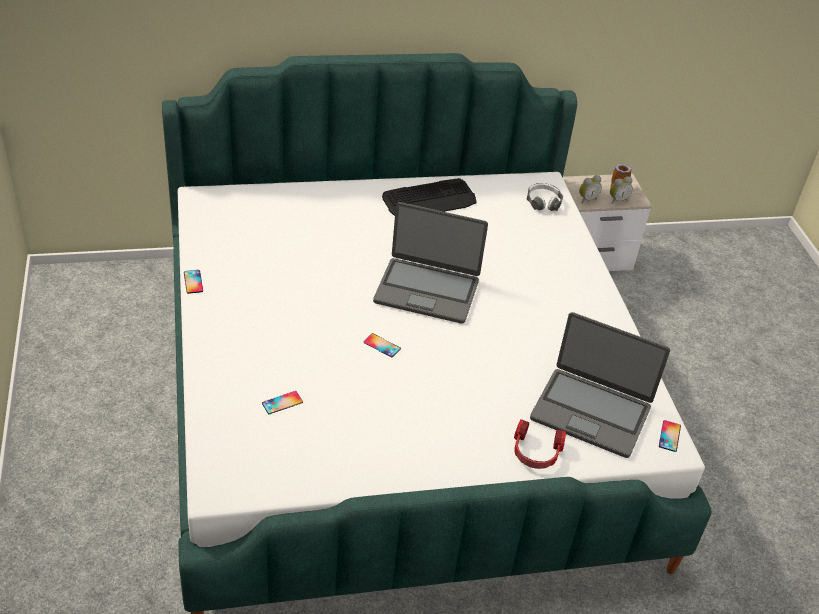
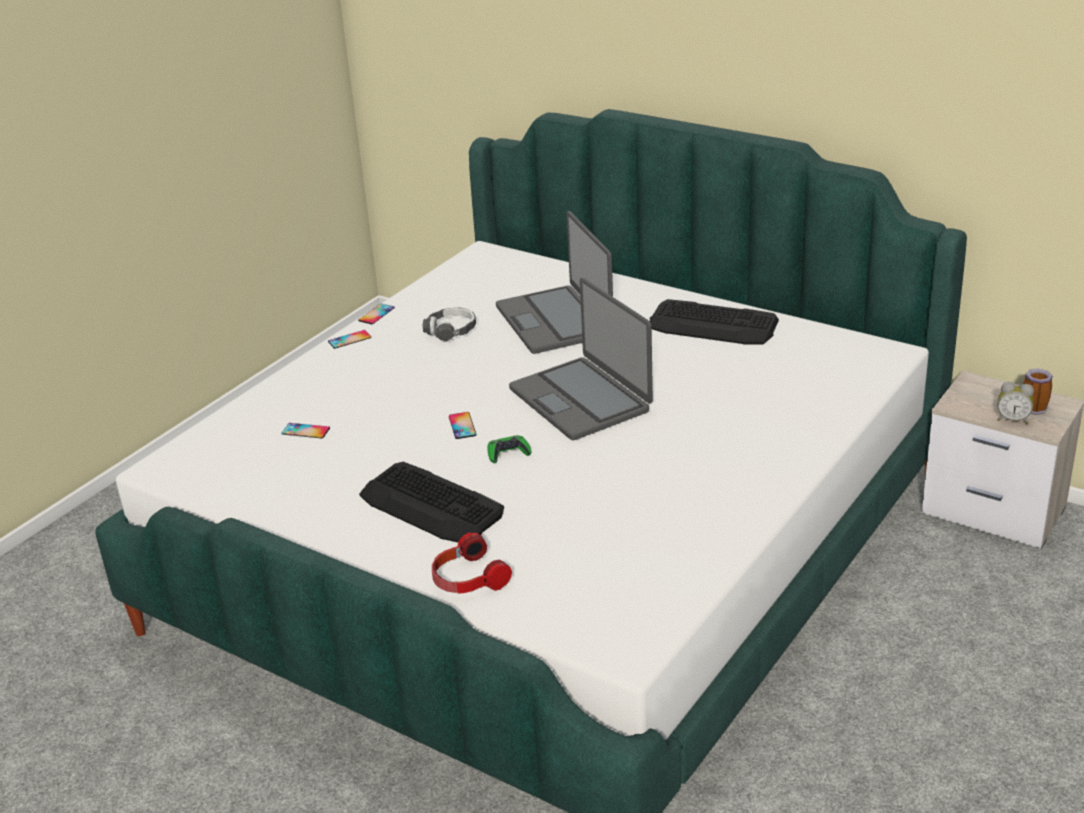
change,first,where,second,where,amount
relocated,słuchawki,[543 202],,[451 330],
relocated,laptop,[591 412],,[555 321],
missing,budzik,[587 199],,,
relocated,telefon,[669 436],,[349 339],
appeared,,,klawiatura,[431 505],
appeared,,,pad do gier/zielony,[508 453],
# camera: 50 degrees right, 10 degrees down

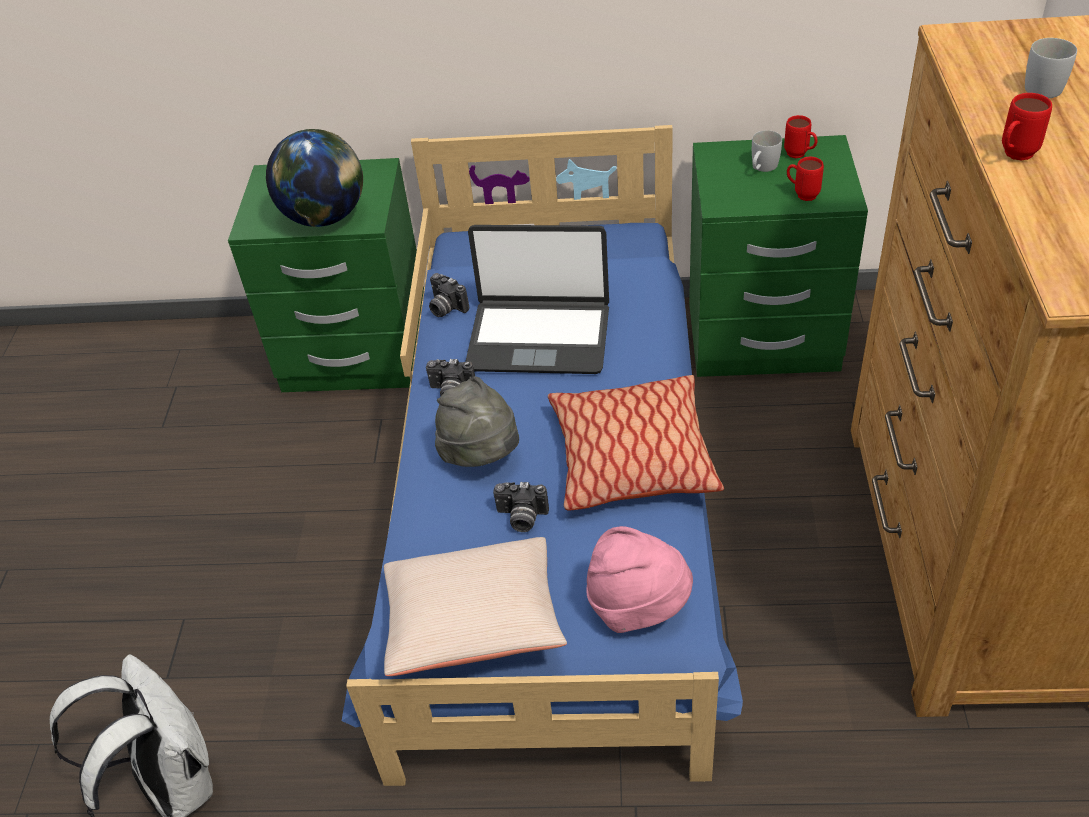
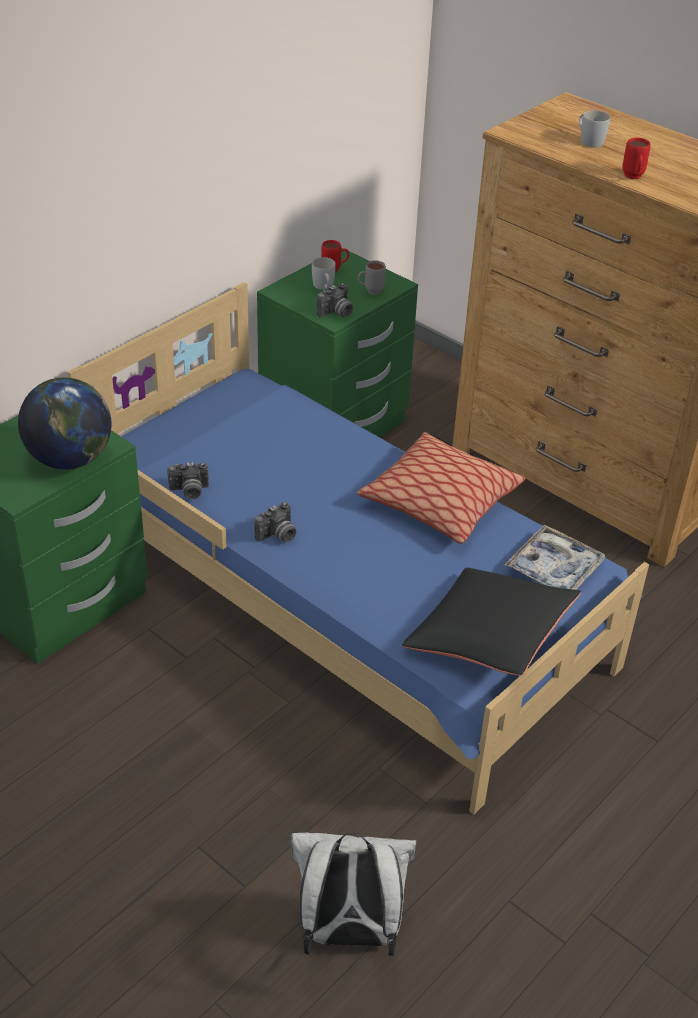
change,first,where,second,where,amount
colour,poduszka/beżowy,[474 622],poduszka/czarny,[489 638],
missing,kapelusz/szary,[482 455],,,
missing,laptop,[539 337],,,
relocated,aparat fotograficzny,[521 518],,[336 313],
exchanged,kapelusz/różowy,[638 606],taca,[554 568],
colour,kubek/czerwony,[802 194],kubek/szary,[370 292],
# camera: 55 degrees left, 5 degrees down

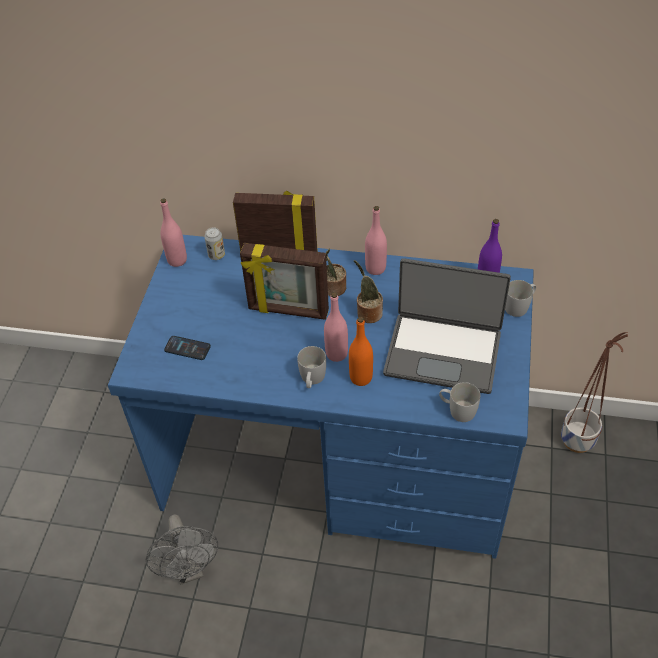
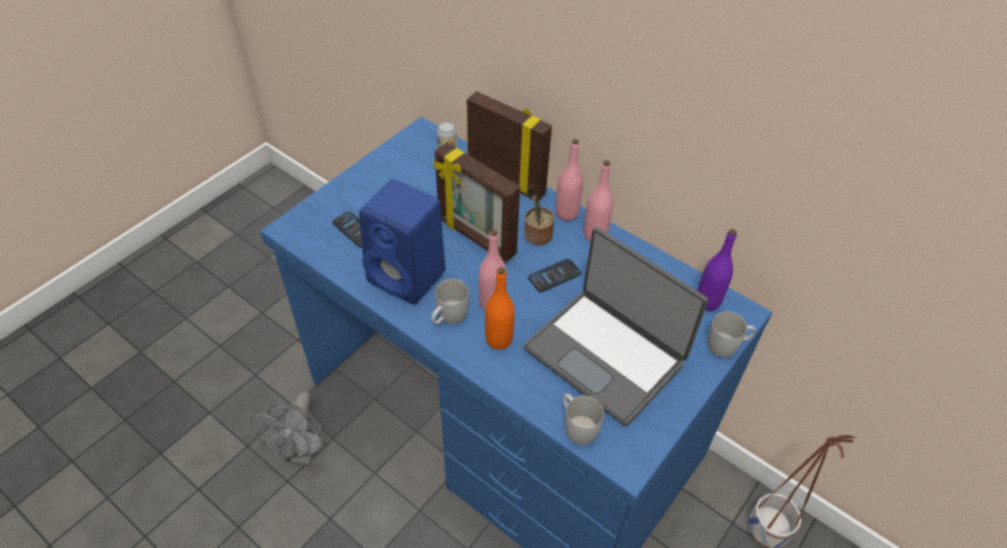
change,first,where,second,where,amount
relocated,butelka/różowy,[177 260],,[566 213],
exchanged,roślina doniczkowa,[368 313],telefon,[554 276],
appeared,,,głośnik/niebieski,[409 277],
# camera: 25 degrees right, 0 degrees up

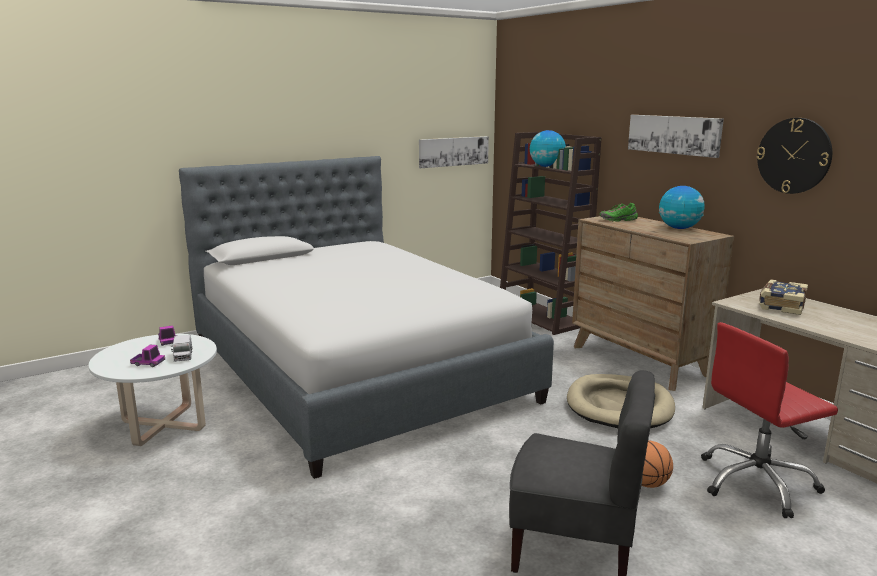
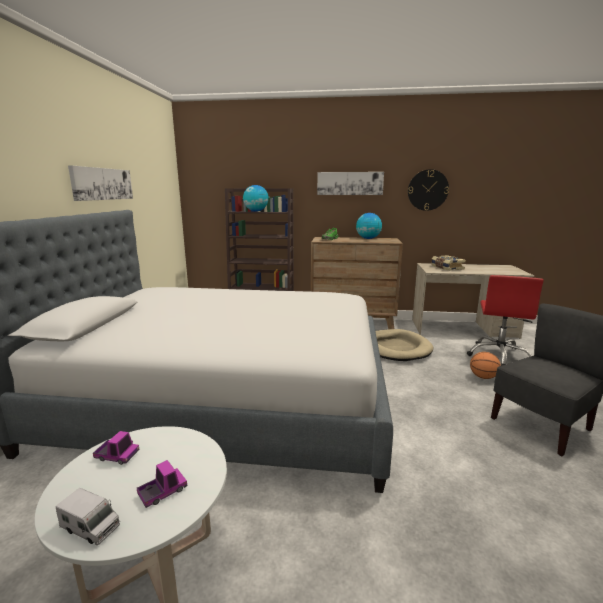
change,first,where,second,where,amount
relocated,ciężarówka zabawkowa,[183 356],,[90 527],
relocated,obraz,[453 151],,[102 184],
# camera: 50 degrees left, 0 degrees up

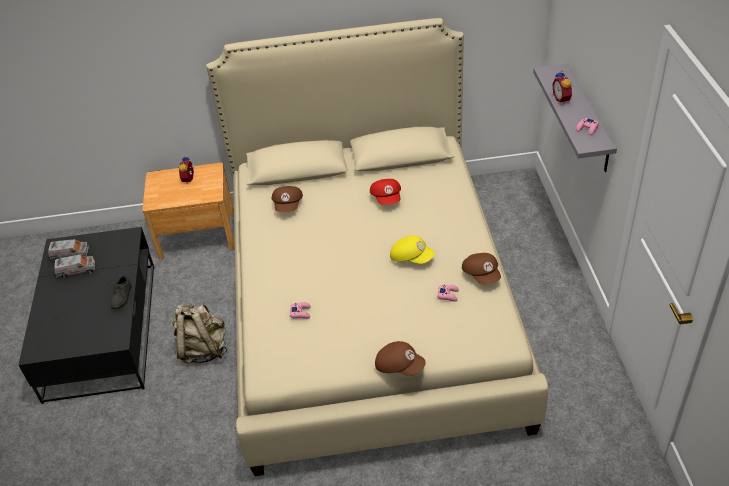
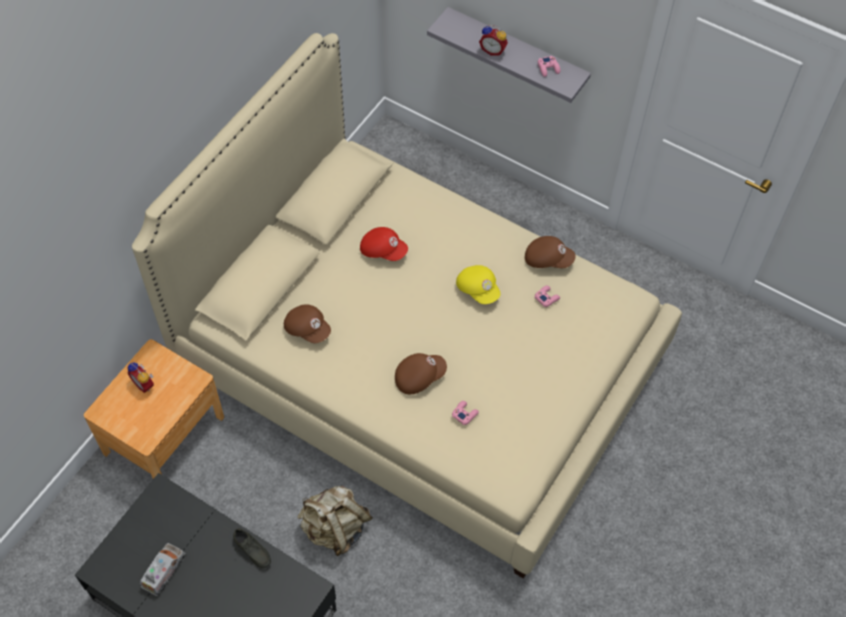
change,first,where,second,where,amount
missing,ciężarówka zabawkowa,[70 254],,,
relocated,czapka z daszkiem/brązowy,[399 366],,[419 377],
spun,czapka z daszkiem/żółty,[411 257],,[478 289],75 degrees clockwise
# camera: 55 degrees left, 15 degrees up

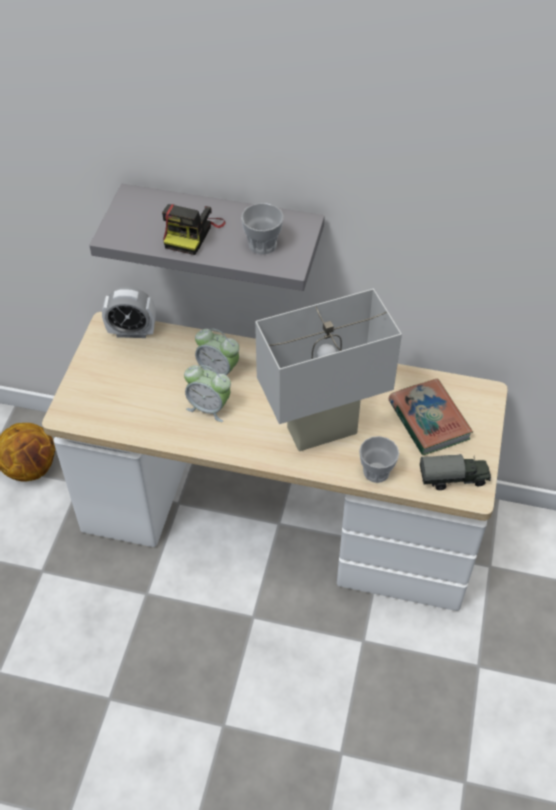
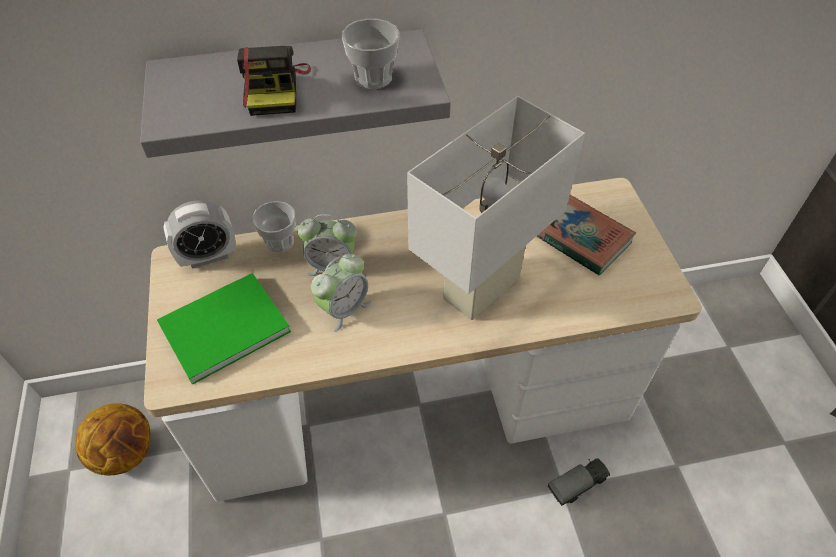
change,first,where,second,where,amount
spun,budzik,[209 407],,[343 309],45 degrees counterclockwise
relocated,filiżanka,[376 472],,[280 242],
relocated,ciężarówka zabawkowa,[454 479],,[578 485],
appeared,,,książka/zielony,[220 327],
# camera: 25 degrees left, 0 degrees up

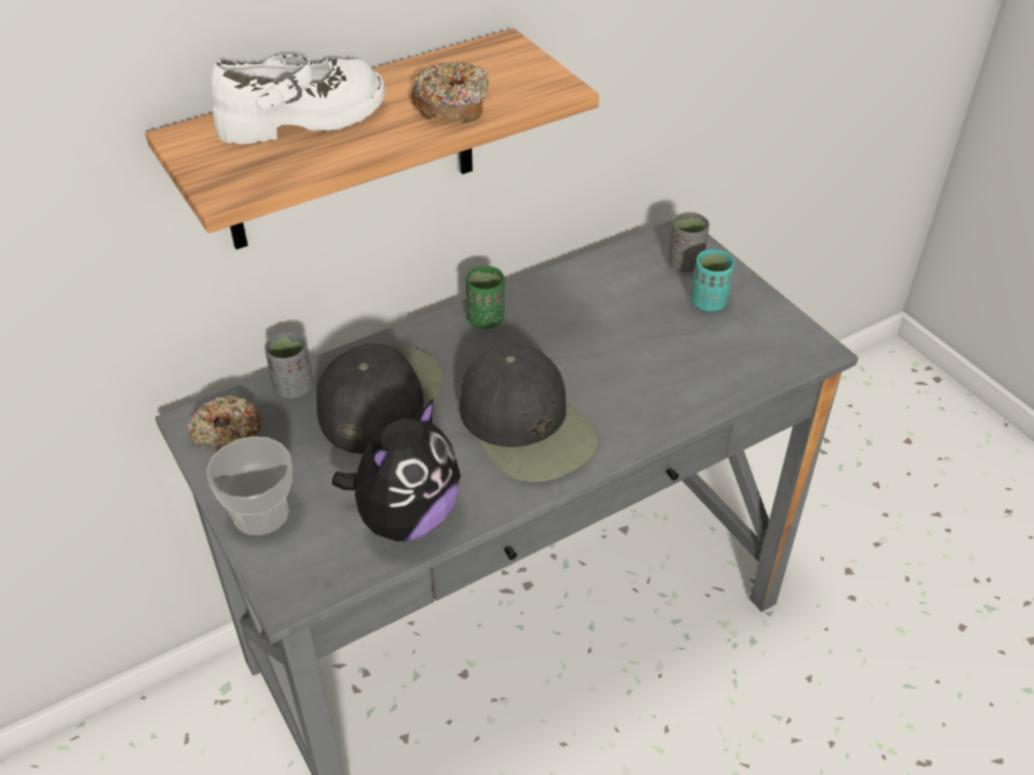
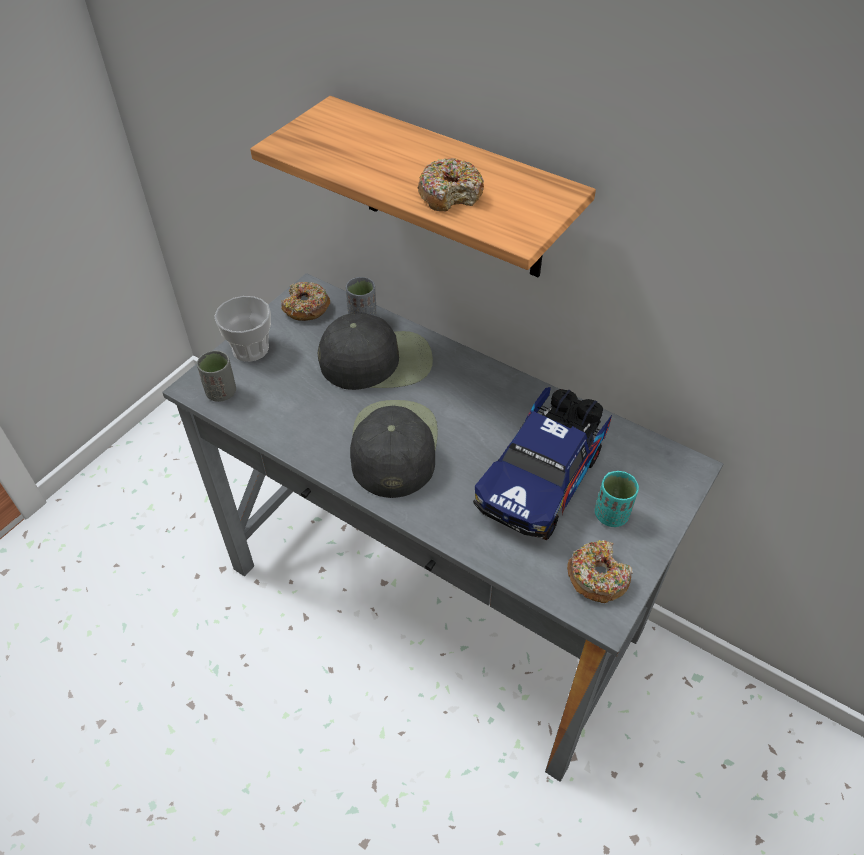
change,first,where,second,where,amount
missing,but/biały,[303 118],,,
missing,pluszak,[406 517],,,
spun,czapka z daszkiem/czarny,[527 427],,[393 447],150 degrees clockwise
missing,filiżanka/zielony,[485 319],,,
relocated,filiżanka/szary,[685 264],,[221 393],
appeared,,,ciężarówka zabawkowa,[543 476],
appeared,,,donut,[597 577],
# camera: 65 degrees right, 5 degrees up

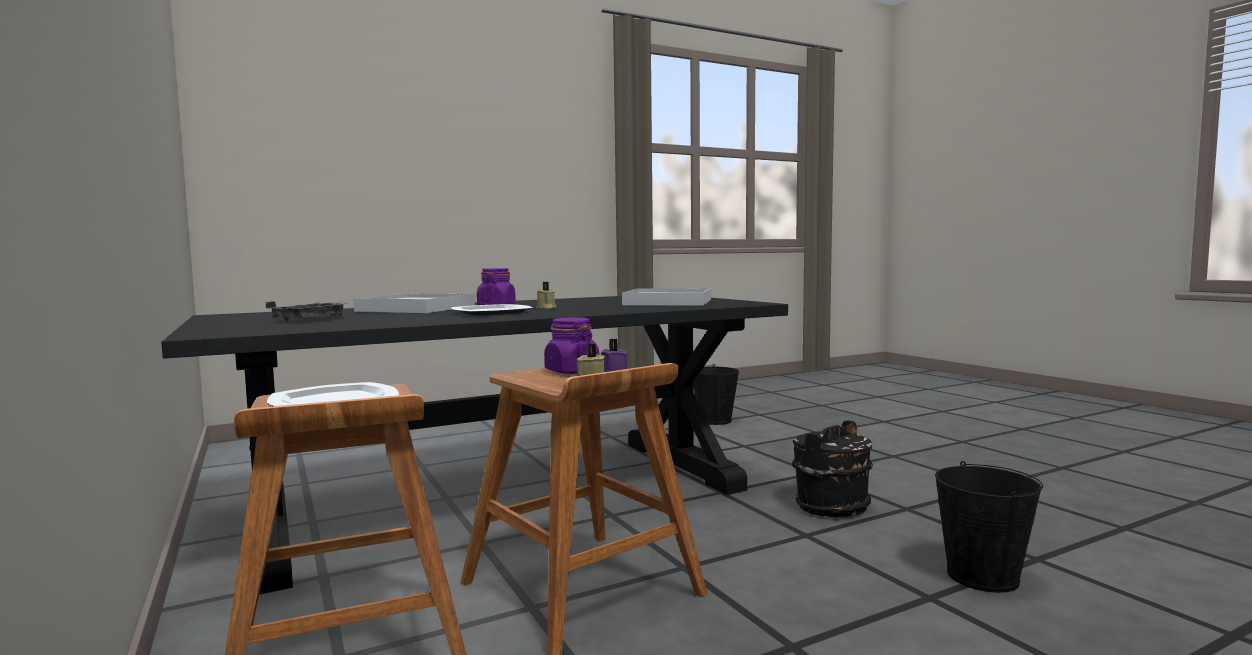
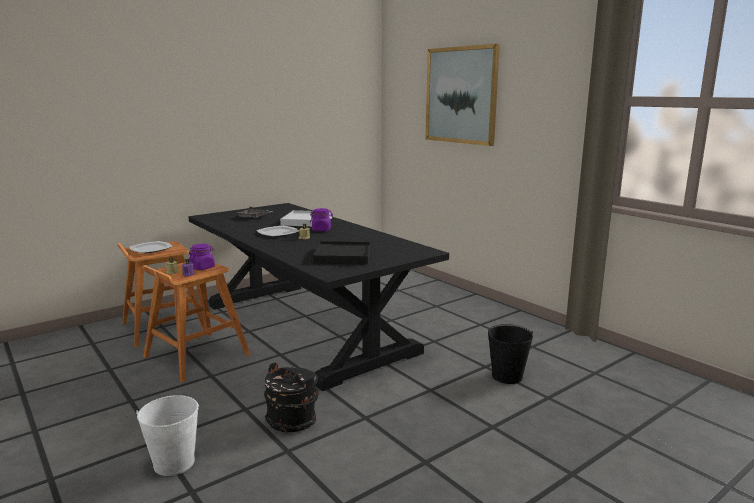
change,first,where,second,where,amount
colour,taca/biały,[668 302],taca/czarny,[343 256],
colour,wiadro/czarny,[982 577],wiadro/biały,[174 463],
appeared,,,obraz,[461 95],
# camera: 80 degrees right, 10 degrees up

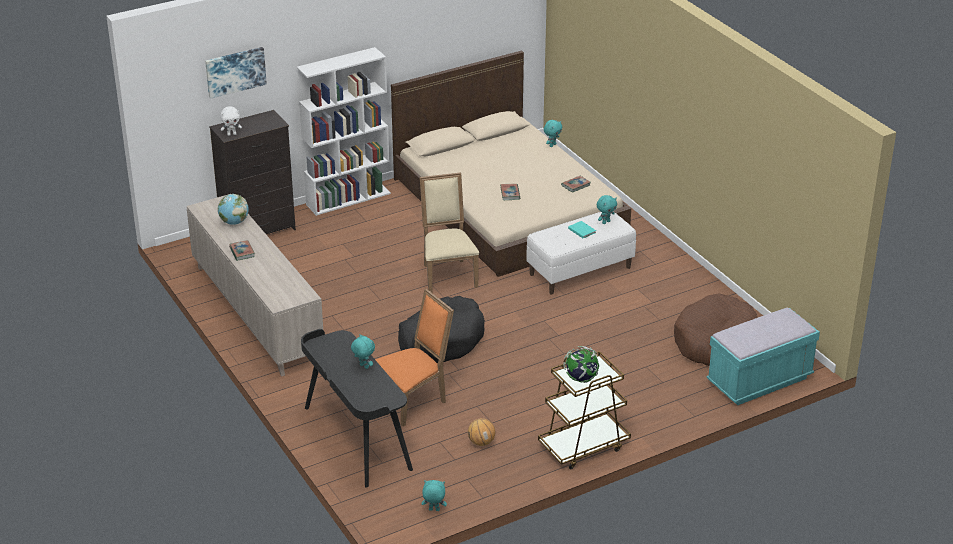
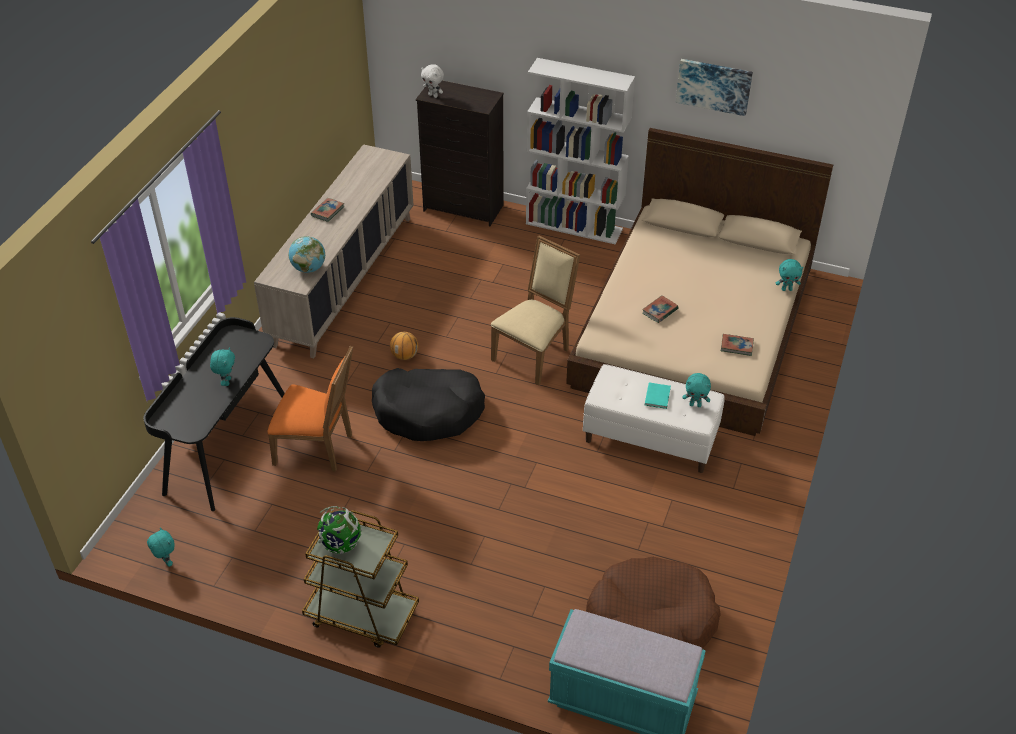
change,first,where,second,where,amount
relocated,obraz,[235 71],,[714 86],
relocated,globus,[234 222],,[309 268],
relocated,piłka do koszykówki,[481 442],,[405 356],
# camera: 50 degrees right, 10 degrees up

